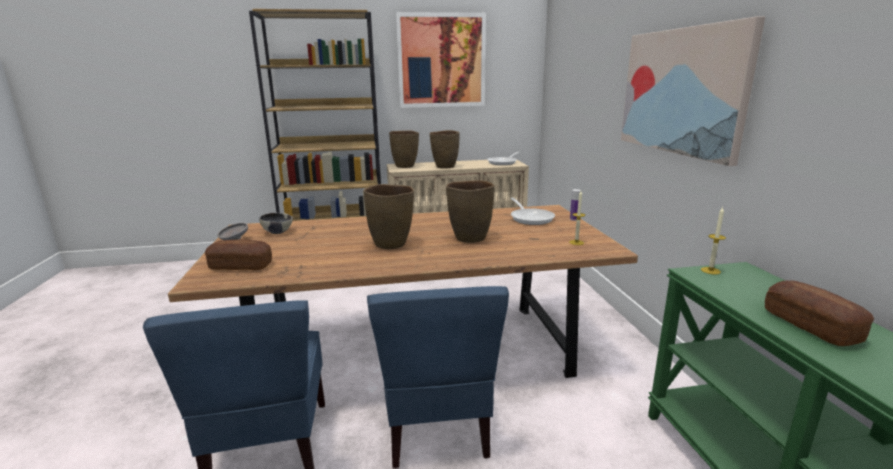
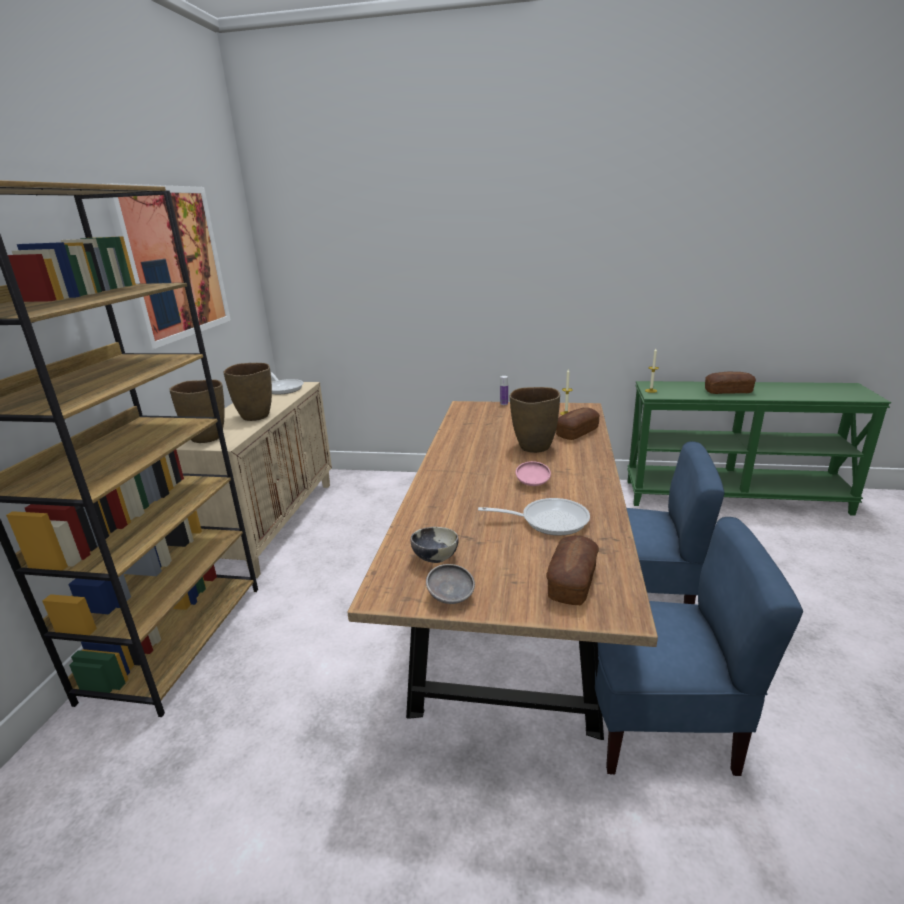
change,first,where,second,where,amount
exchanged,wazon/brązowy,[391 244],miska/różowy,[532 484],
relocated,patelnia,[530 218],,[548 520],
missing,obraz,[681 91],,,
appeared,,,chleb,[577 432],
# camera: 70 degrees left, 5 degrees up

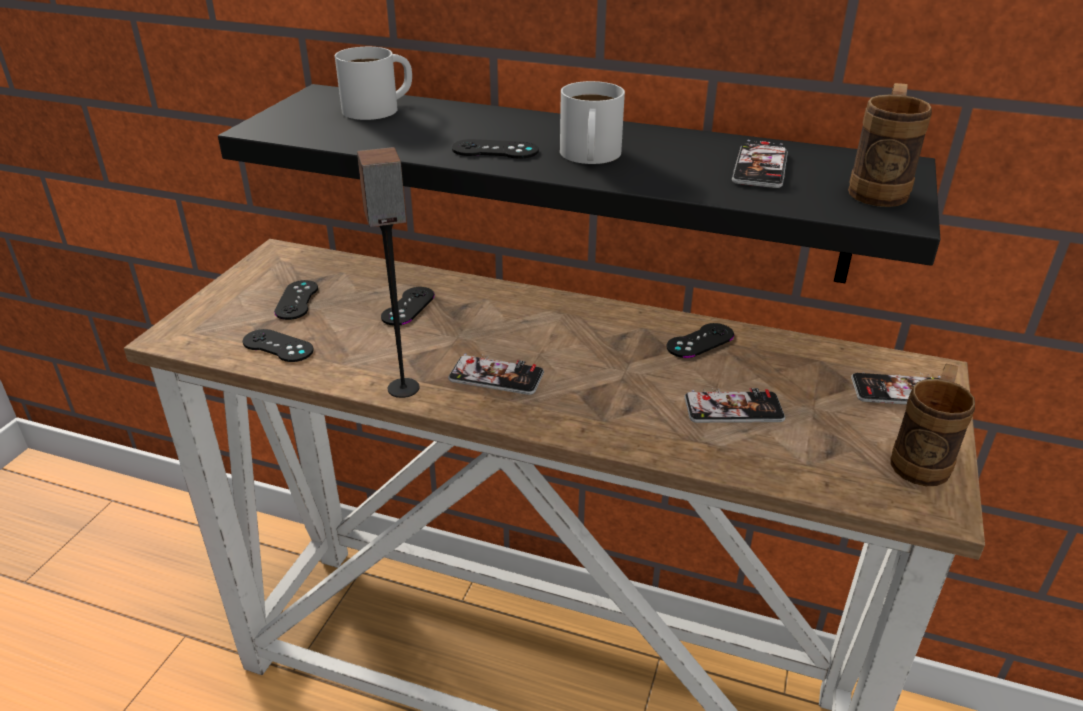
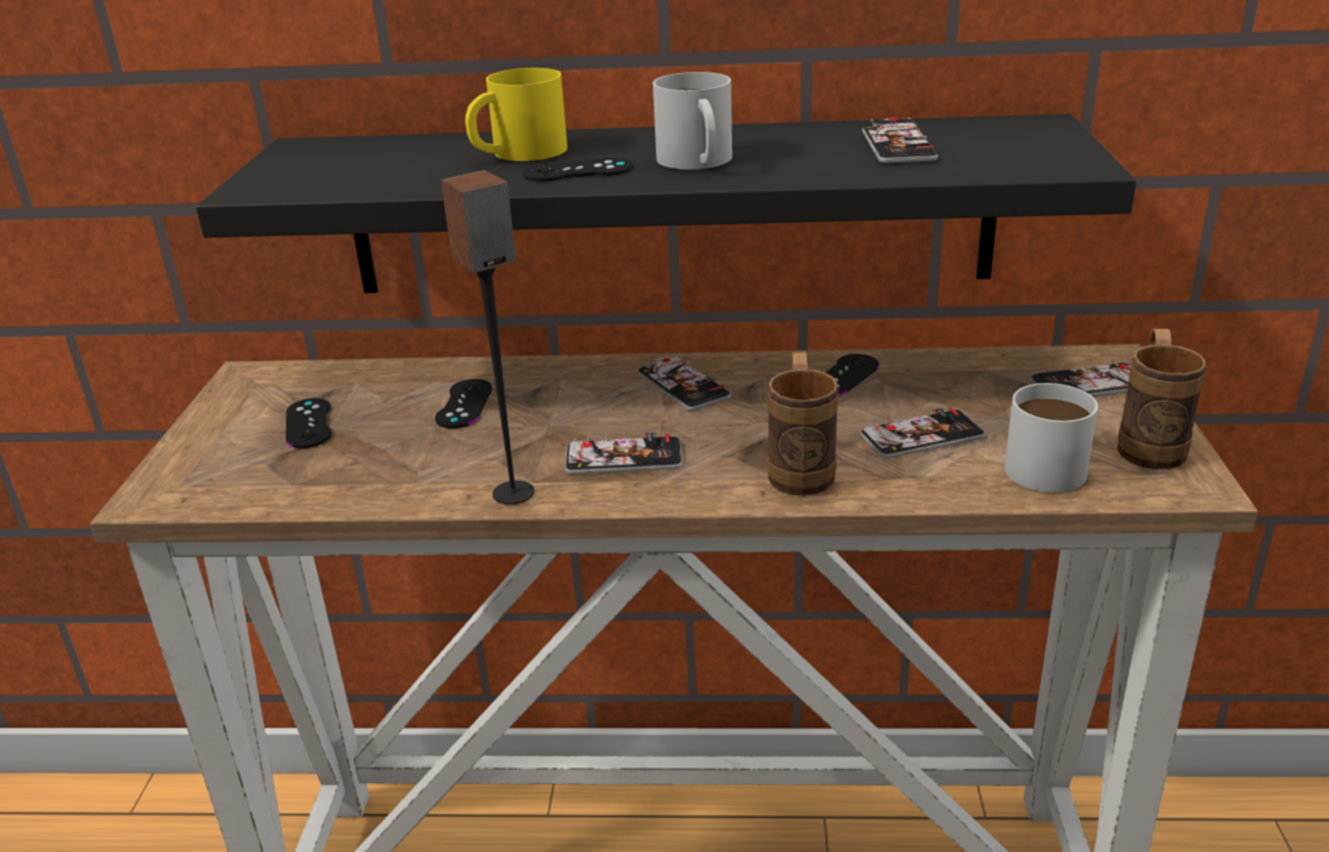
change,first,where,second,where,amount
missing,pad do gier/czarny,[278 346],,,
relocated,kubek/biały,[380 107],,[1050 463],
relocated,kubek/brązowy,[879 188],,[801 468],
appeared,,,kubek/żółty,[517 153],
appeared,,,telefon,[683 385],
# camera: 15 degrees left, 5 degrees down

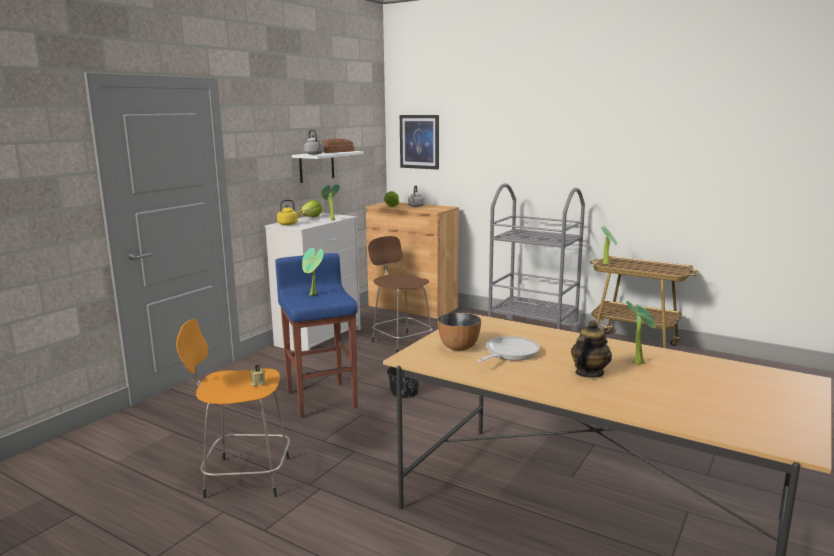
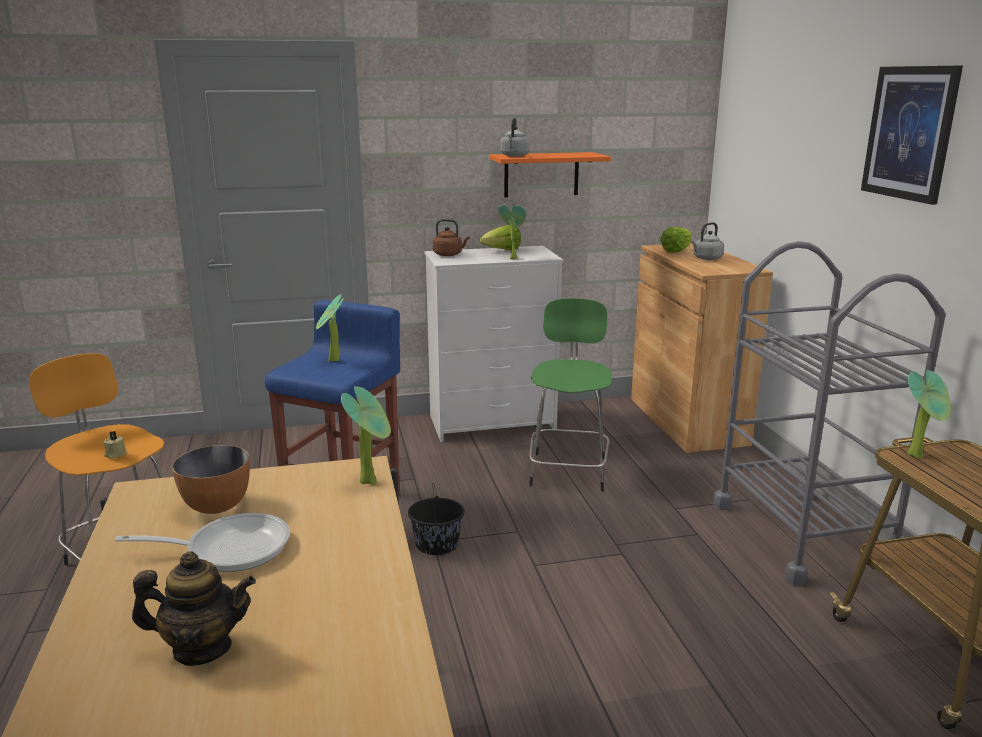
change,first,where,second,where,amount
colour,czajnik/żółty,[289 224],czajnik/brązowy,[449 255],
colour,półka/biały,[316 166],półka/pomarańczowy,[541 174],
missing,chleb,[336 152],,,
colour,stołek/brązowy,[401 343],stołek/zielony,[568 470],
relocated,obraz,[419 141],,[909 133],
relocated,roślina doniczkowa,[638 362],,[371 481],
# camera: 45 degrees right, 5 degrees up

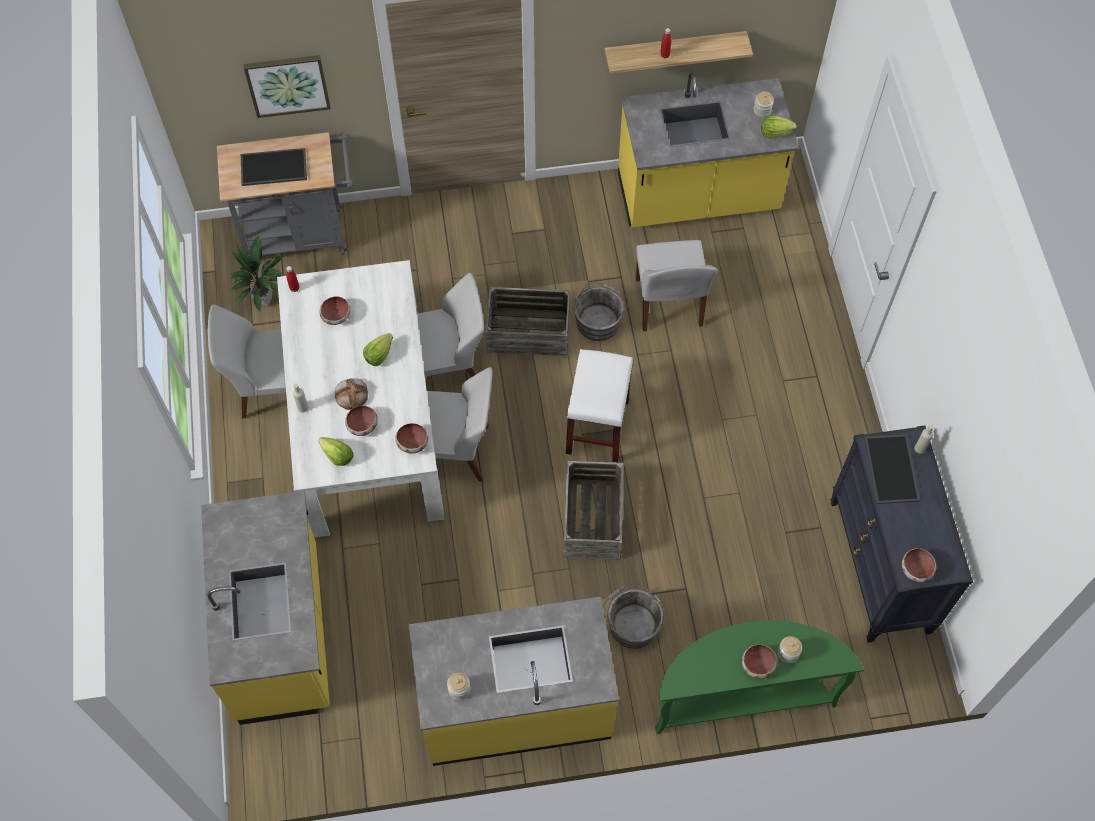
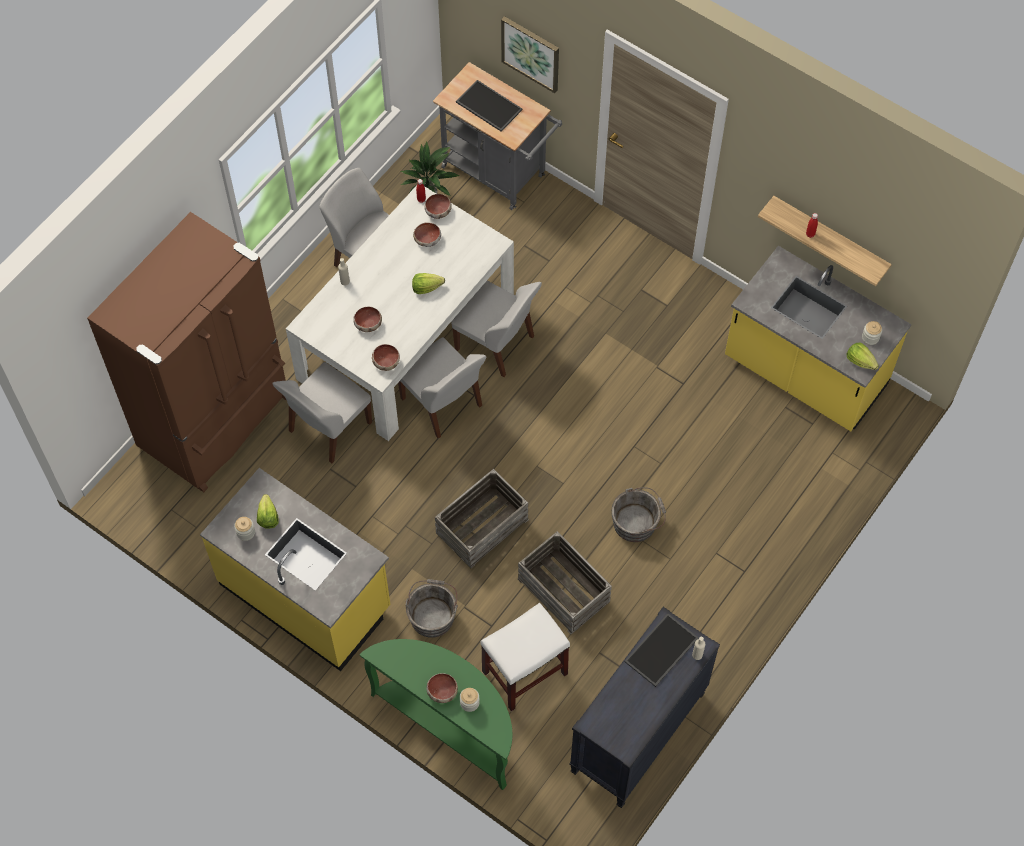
change,first,where,second,where,amount
exchanged,zabudowa kuchenna/żółty,[282 633],lodówka/brązowy,[218 422],
relocated,sałata,[337 456],,[268 517],
missing,chleb,[352 394],,,
relocated,skrzynka,[528 331],,[564 589],
relocated,stołek/biały,[597 426],,[525 672],
relocated,wiadro/szary,[599 320],,[637 522],
relocated,krzesło/biały,[668 304],,[328 428],
relocated,miska,[916 570],,[438 211],
# camera: 45 degrees right, 0 degrees up

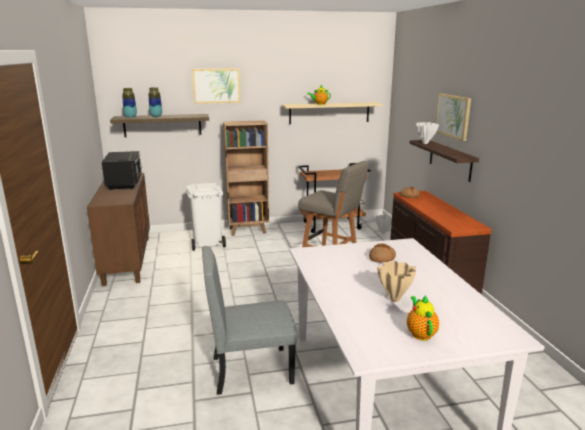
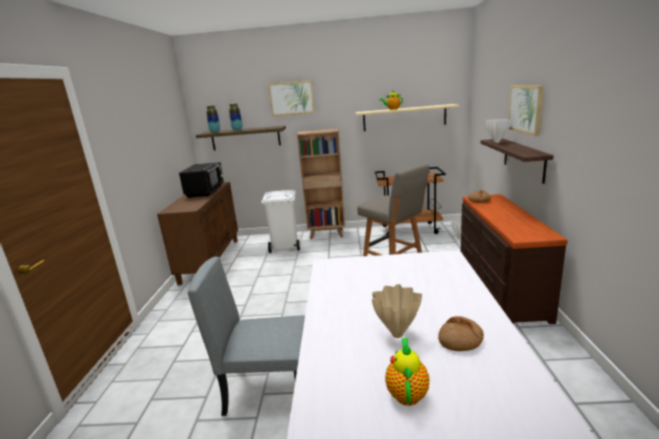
change,first,where,second,where,amount
relocated,chleb,[382 258],,[460 340],
# camera: 15 degrees right, 0 degrees up

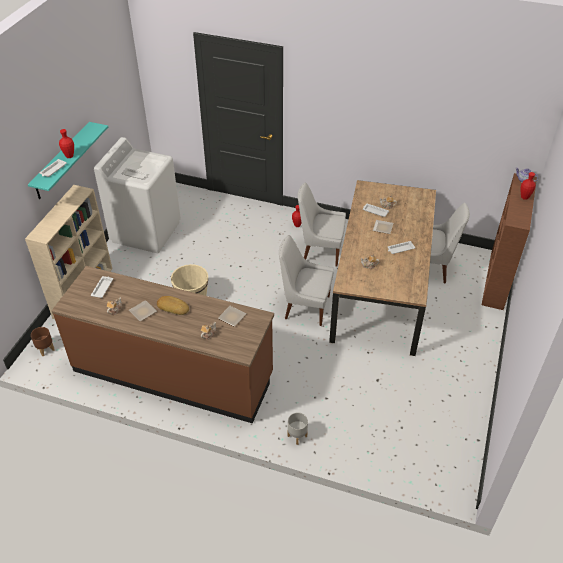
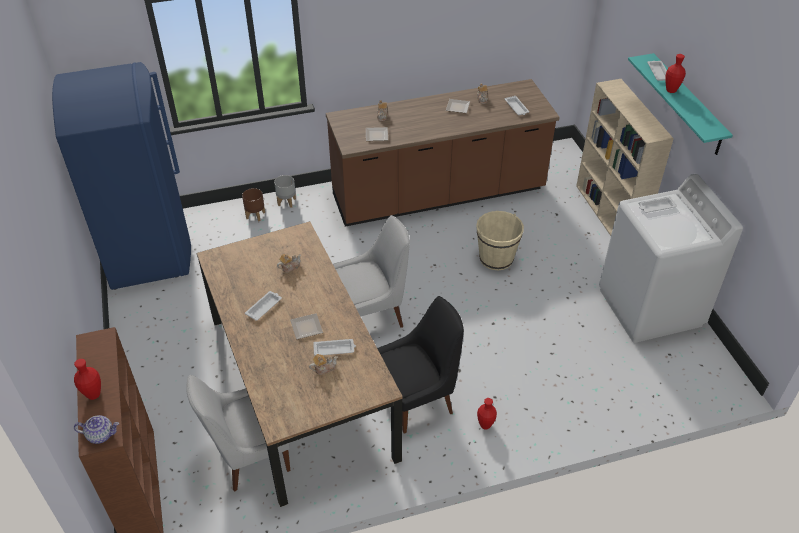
change,first,where,second,where,amount
relocated,donica/brązowy,[46 349],,[255 215],
missing,chleb,[173 307],,,
colour,krzesło/biały,[320 251],krzesło/czarny,[418 399],
appeared,,,lodówka/niebieski,[148 250],
# camera: 145 degrees right, 0 degrees up

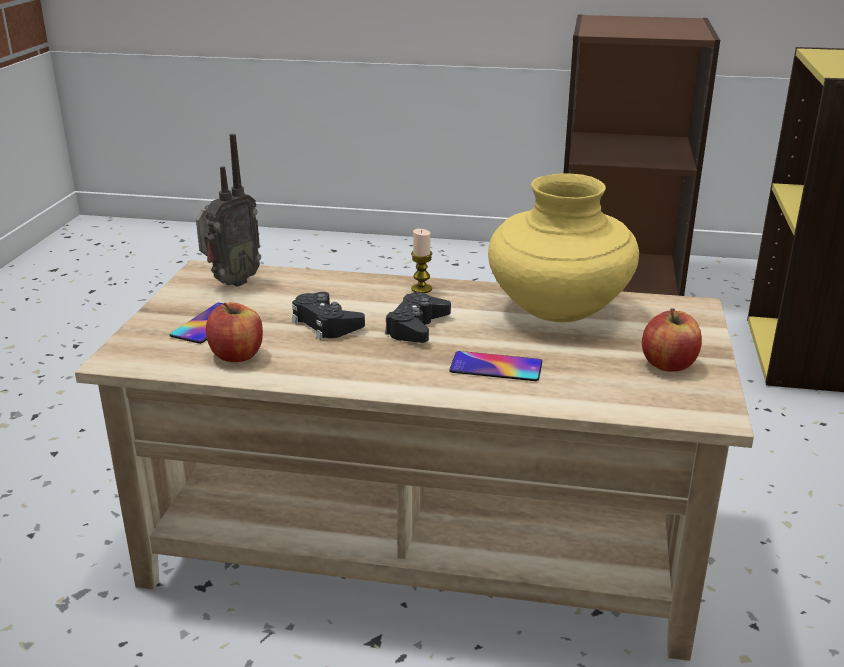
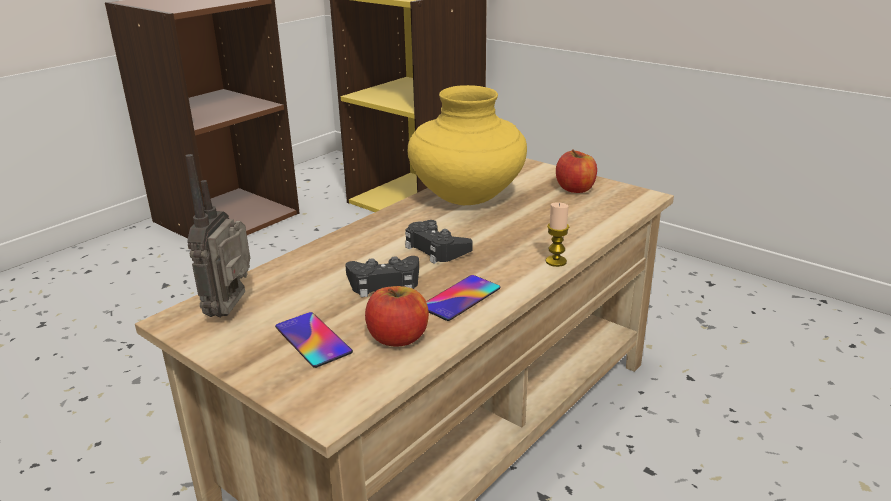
change,first,where,second,where,amount
spun,radio,[231 283],,[233 310],150 degrees counterclockwise
relocated,świeca,[421 289],,[556 261],
relocated,telefon,[496 367],,[460 298],
# camera: 60 degrees left, 0 degrees up

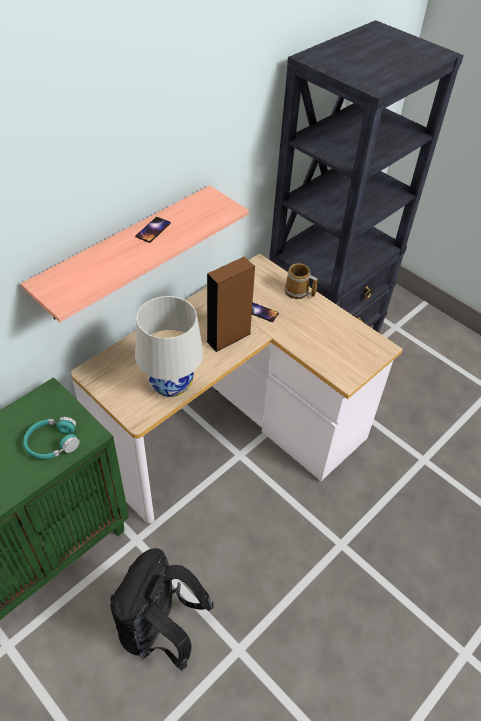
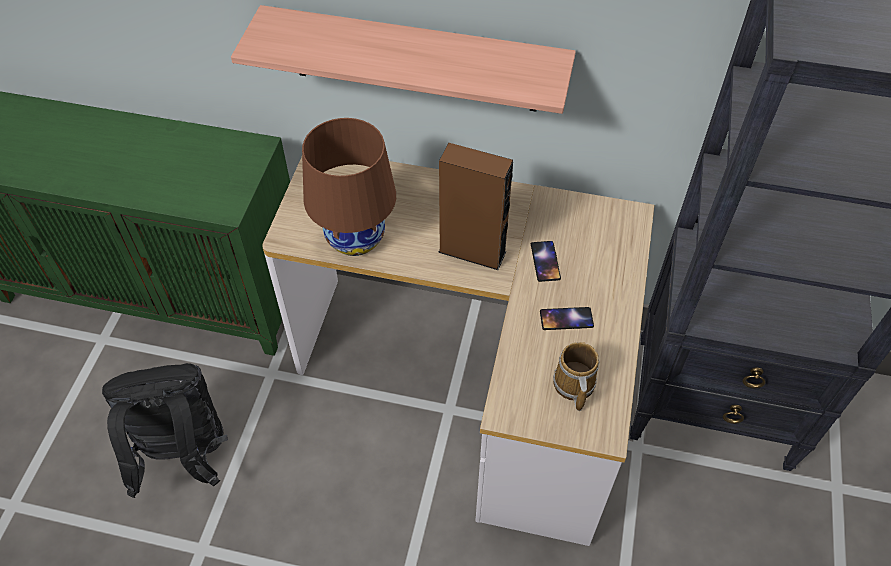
change,first,where,second,where,amount
missing,słuchawki/turkusowy,[52 443],,,
relocated,telefon,[153 230],,[566 319],
colour,lampa stołowa/biały,[171 383],lampa stołowa/brązowy,[355 238],
relocated,kubek,[298 292],,[573 386],
# camera: 60 degrees right, 5 degrees up

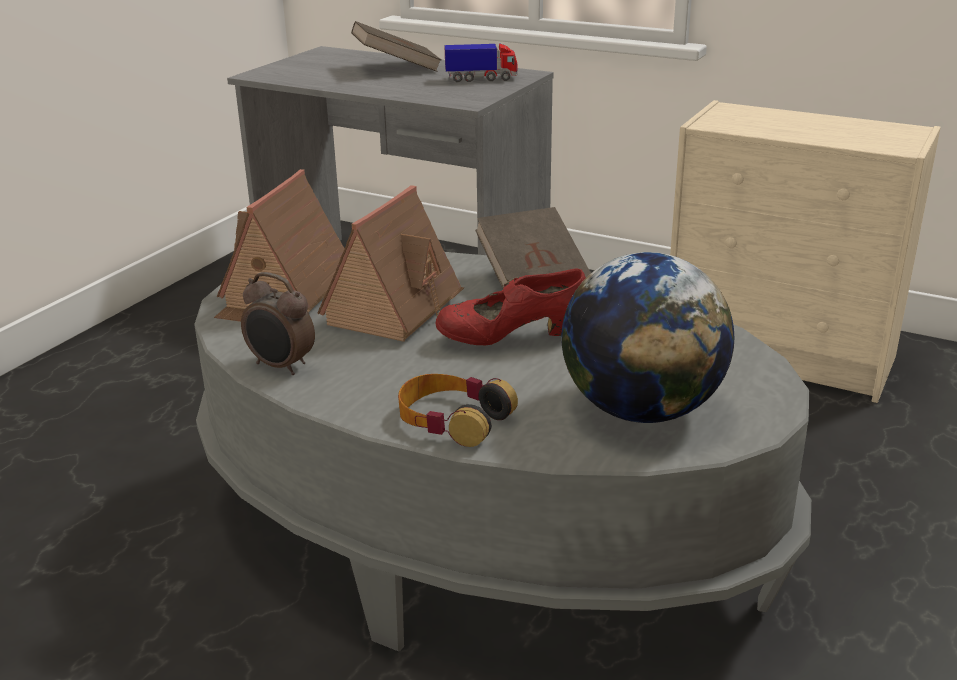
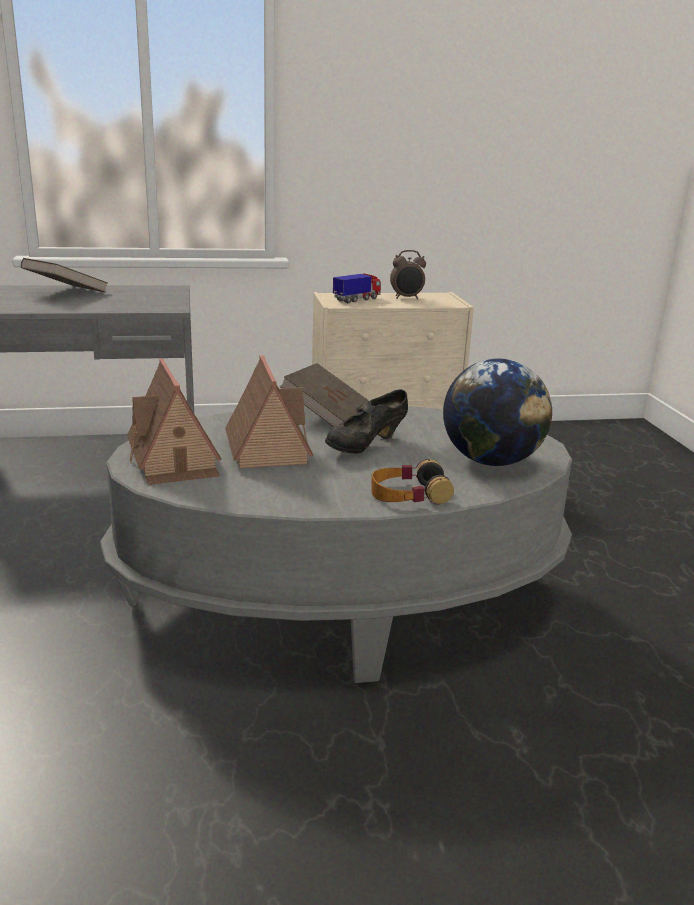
change,first,where,second,where,amount
relocated,budzik,[281 366],,[406 298],
colour,but/czerwony,[511 338],but/czarny,[366 446],
relocated,ciężarówka zabawkowa,[481 79],,[357 299],
# camera: 40 degrees left, 5 degrees down

